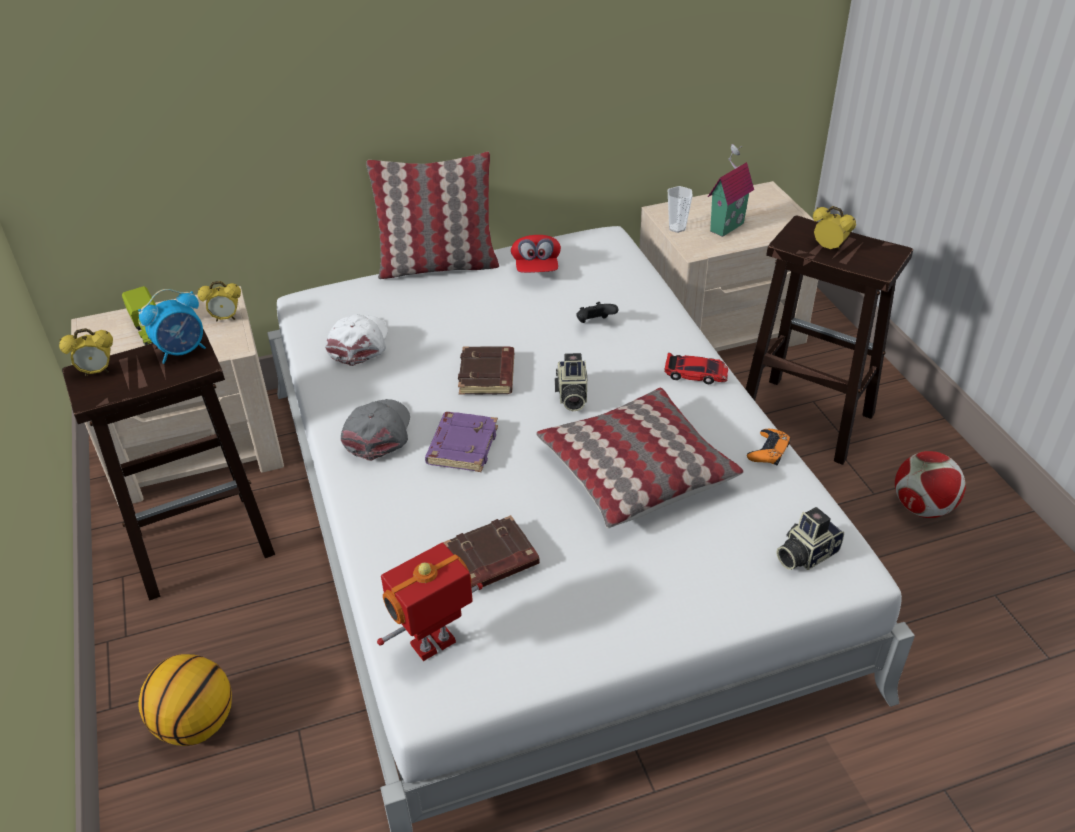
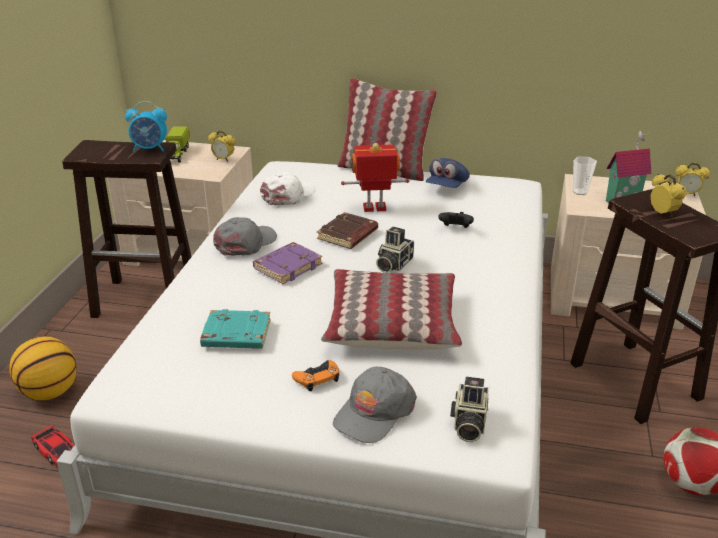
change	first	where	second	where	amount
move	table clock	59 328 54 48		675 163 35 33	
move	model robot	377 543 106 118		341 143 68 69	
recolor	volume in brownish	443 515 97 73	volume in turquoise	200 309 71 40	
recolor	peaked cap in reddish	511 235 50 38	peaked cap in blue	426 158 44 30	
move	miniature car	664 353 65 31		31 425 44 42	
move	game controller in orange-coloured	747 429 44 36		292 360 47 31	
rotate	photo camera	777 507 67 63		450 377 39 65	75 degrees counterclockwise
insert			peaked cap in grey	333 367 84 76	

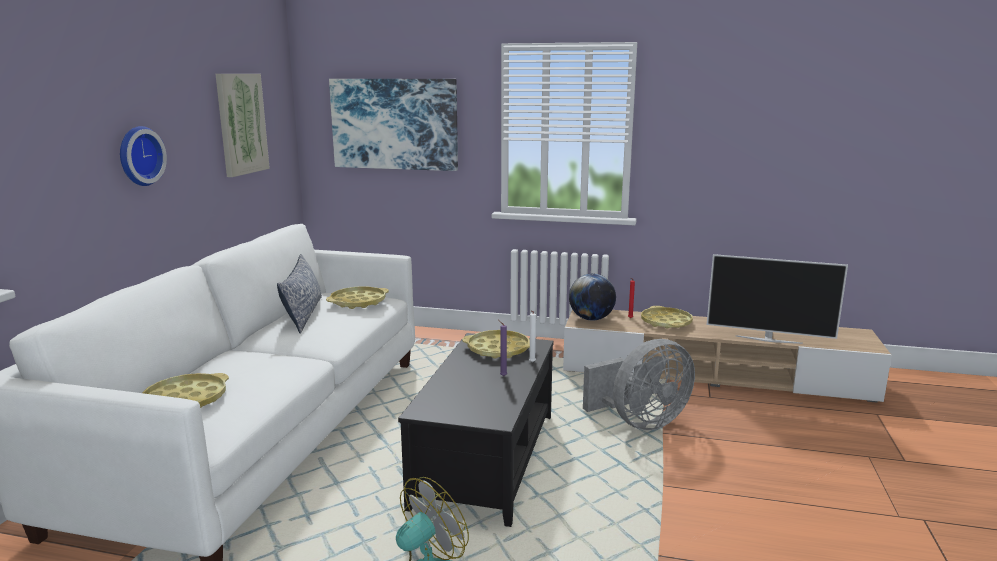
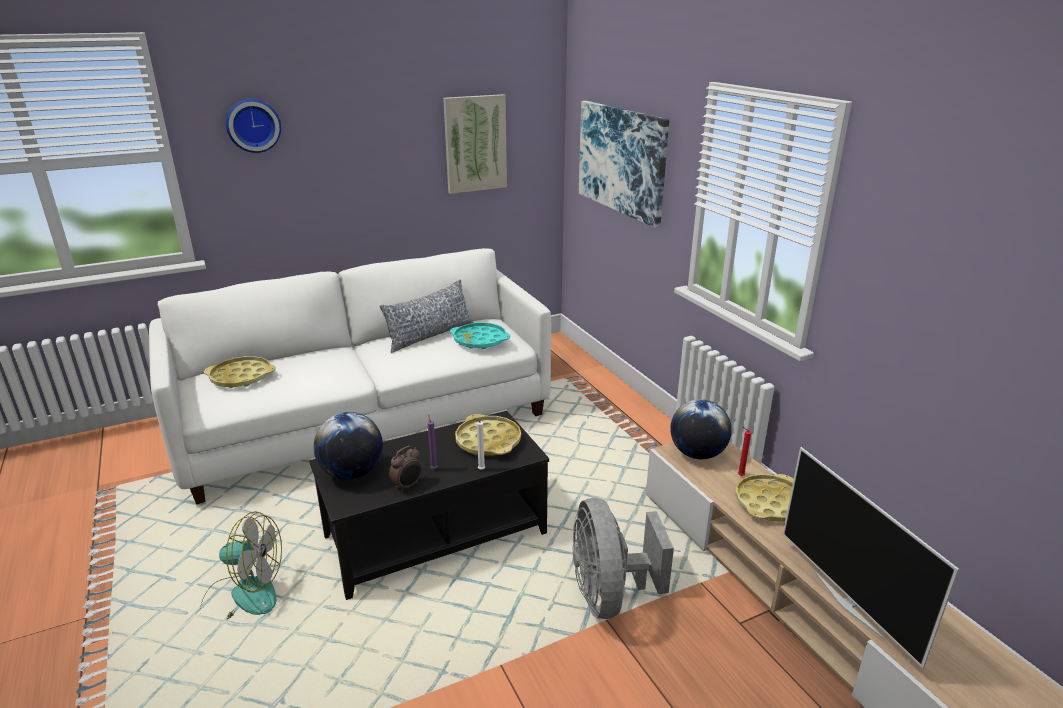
change	first	where	second	where	amount
move	hanging clock	120 126 47 60		226 99 55 54	
recolor	serving tray in yellow-coloured	326 286 63 23	serving tray in turquoise	450 322 60 27	
rotate	electric fan in grey	583 339 112 91		573 498 101 121	60 degrees clockwise
insert			world globe	314 412 69 68	
insert			table clock	389 446 33 46	

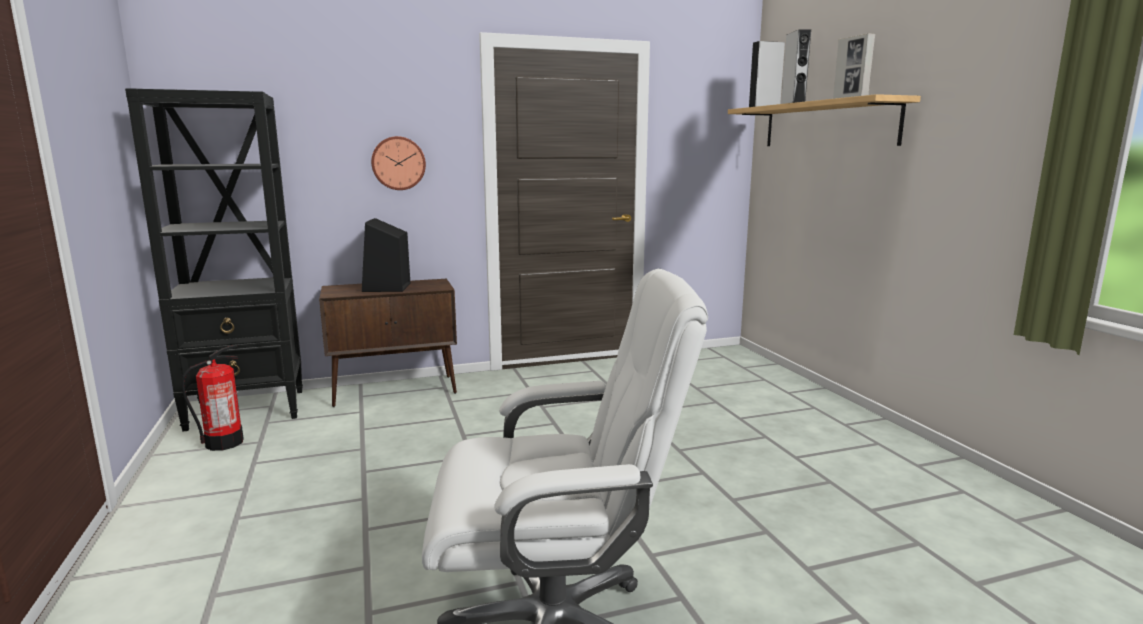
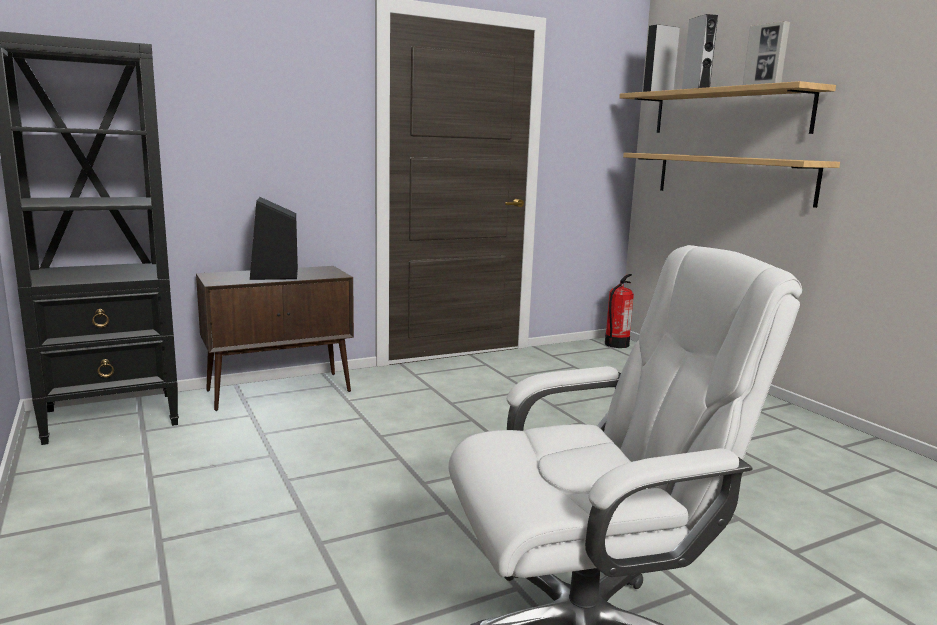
change	first	where	second	where	amount
move	extinguisher	182 345 62 106		605 274 29 74	
delete	hanging clock	371 136 55 54			
insert			bracket shelf	623 153 217 55	

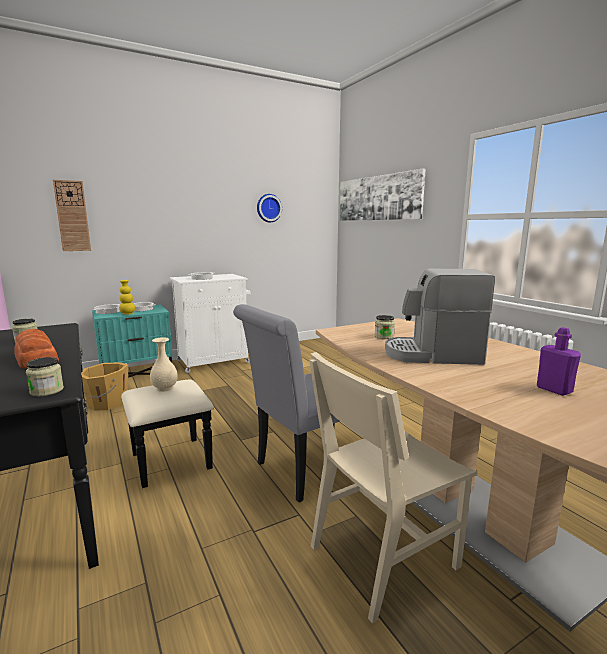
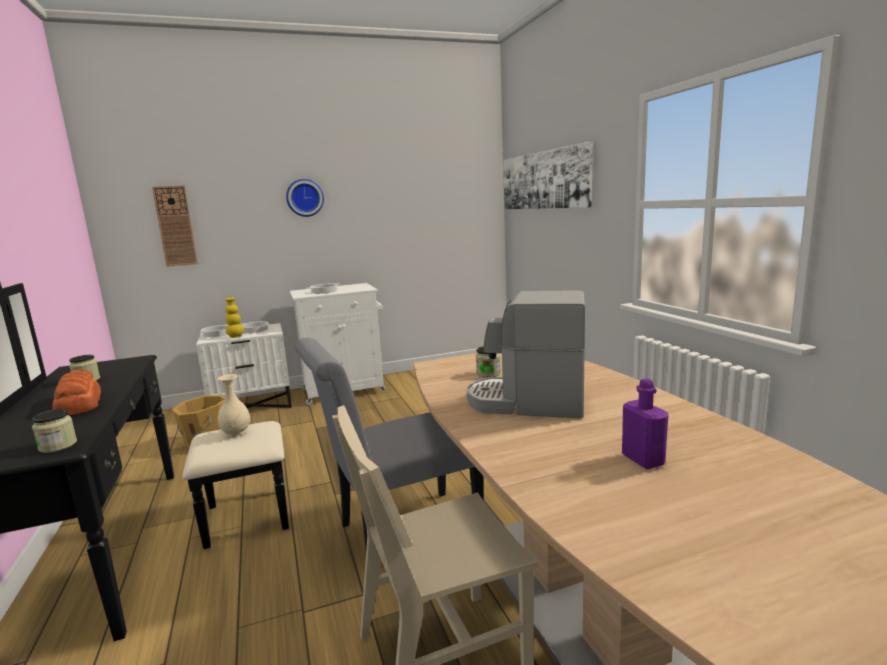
change	first	where	second	where	amount
recolor	night table in turquoise	92 304 81 74	night table in whitish	196 323 96 85	
move	hanging clock	257 194 25 29		286 179 38 38	

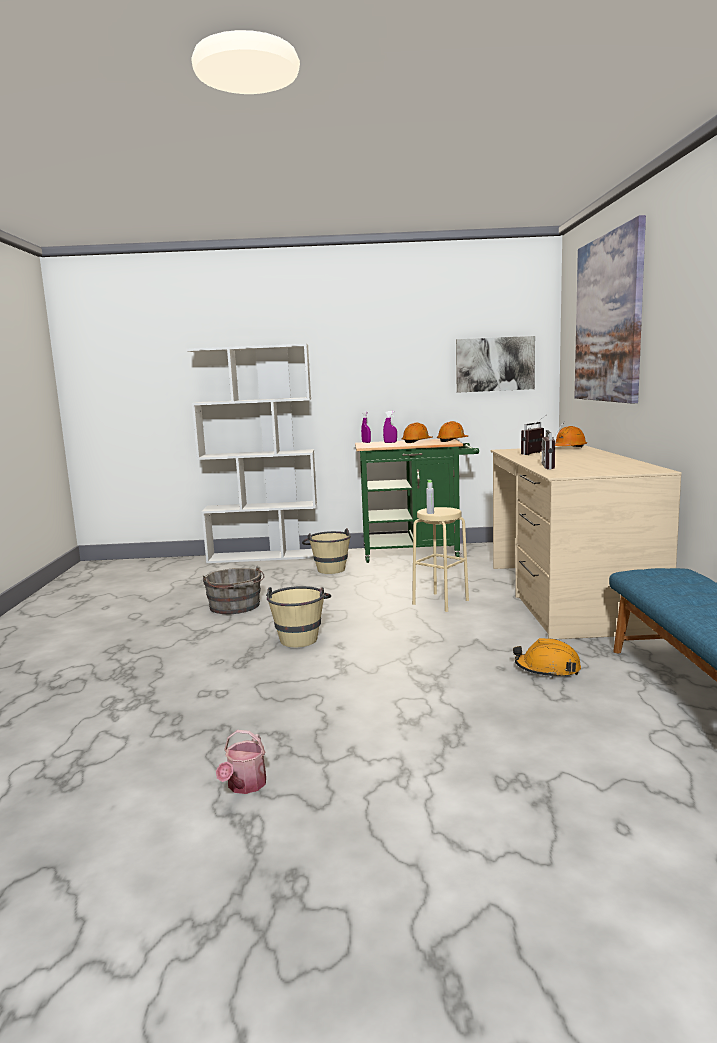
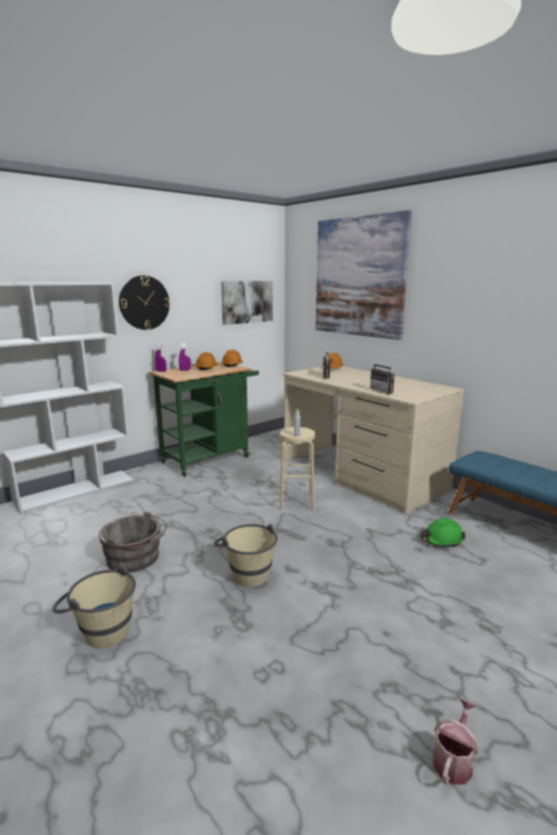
change	first	where	second	where	amount
rotate	watering can	216 730 50 64		433 698 46 87	120 degrees counterclockwise
move	pail in beige	302 528 49 46		52 565 84 83	
recolor	hard hat in orange-coloured	513 638 68 40	hard hat in green	421 518 45 29	
insert			hanging clock	119 275 51 55	

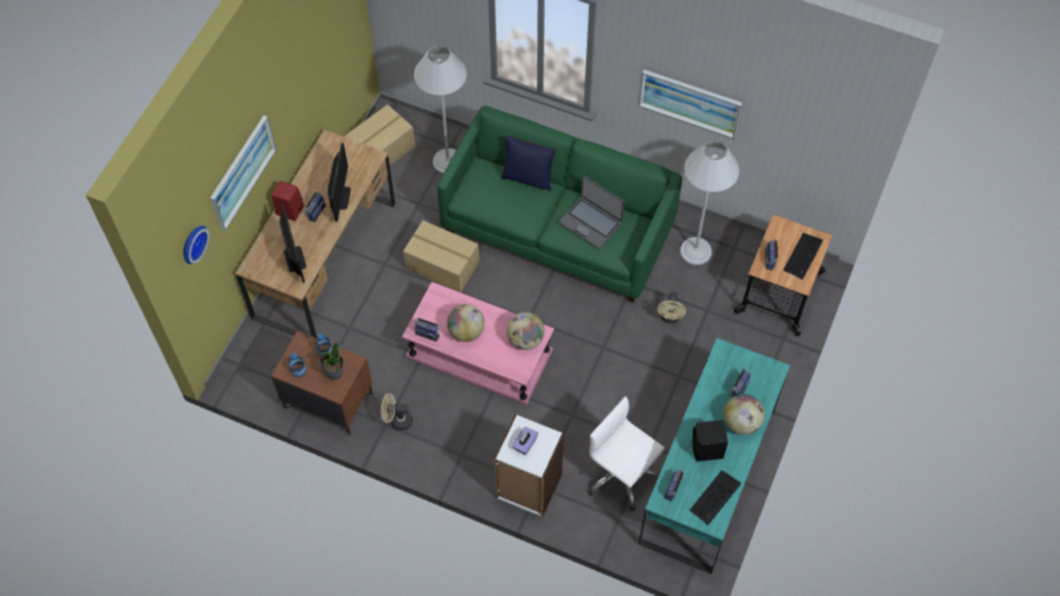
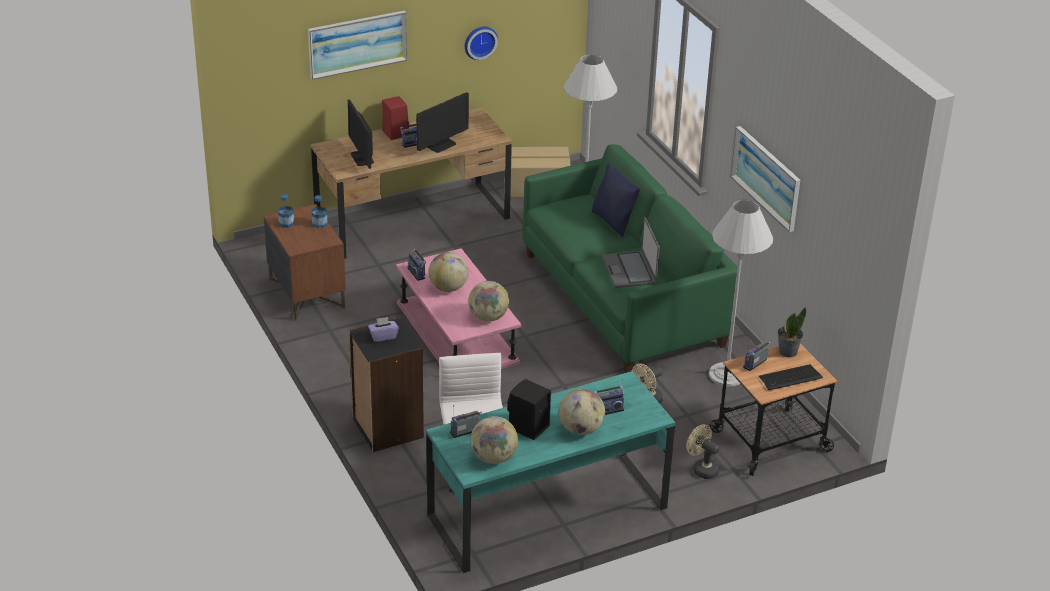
change	first	where	second	where	amount
move	hanging clock	183 226 26 38		465 27 33 33	
rotate	monitor	280 204 26 79		348 99 26 70	135 degrees clockwise
move	plant in a pot	320 342 24 38		778 307 28 51	
move	electric fan in beige	381 393 32 38		686 424 34 55	
delete	carton	403 220 76 73			
recolor	bookshelf in whitish	494 414 70 103	bookshelf in black	349 317 75 135	
replace	computer keyboard	689 470 52 55	world globe	471 416 47 48	

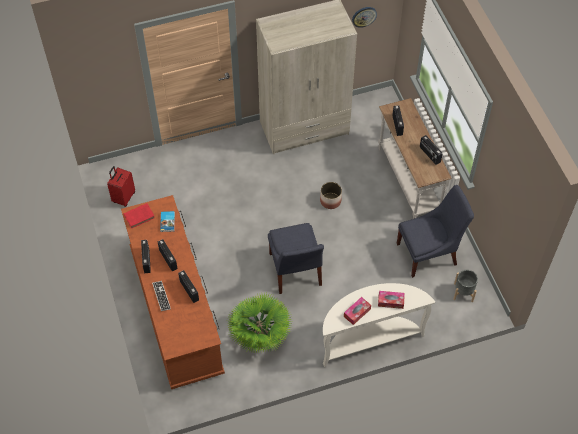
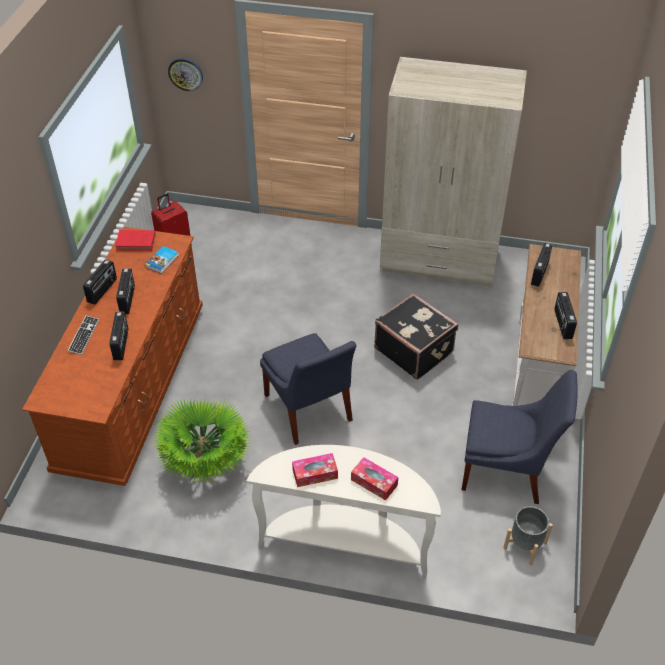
change	first	where	second	where	amount
rotate	upright chair in blue	268 223 56 71		260 333 97 112	45 degrees counterclockwise
replace	flower pot	320 182 22 27	piece of luggage in black	374 293 84 87	
move	hanging clock	352 7 25 21		168 58 35 33	

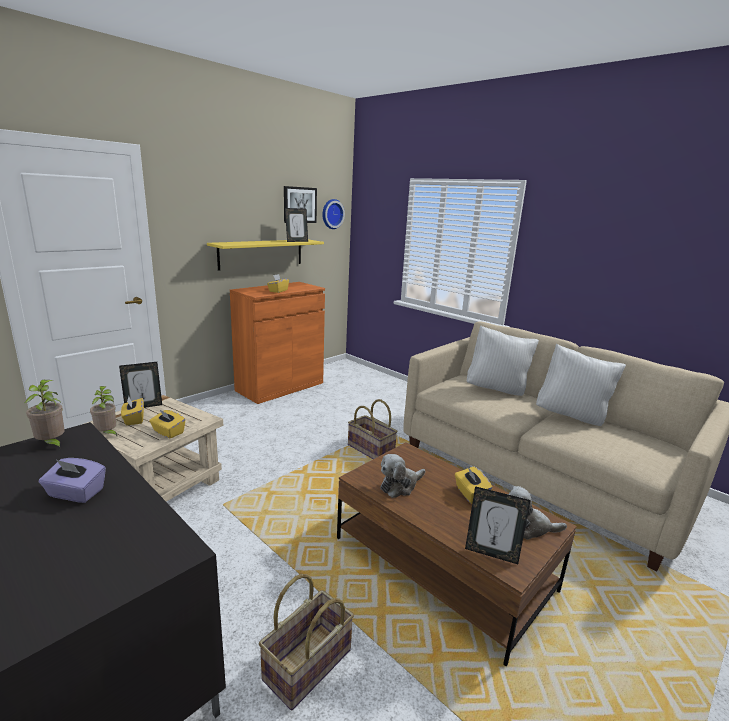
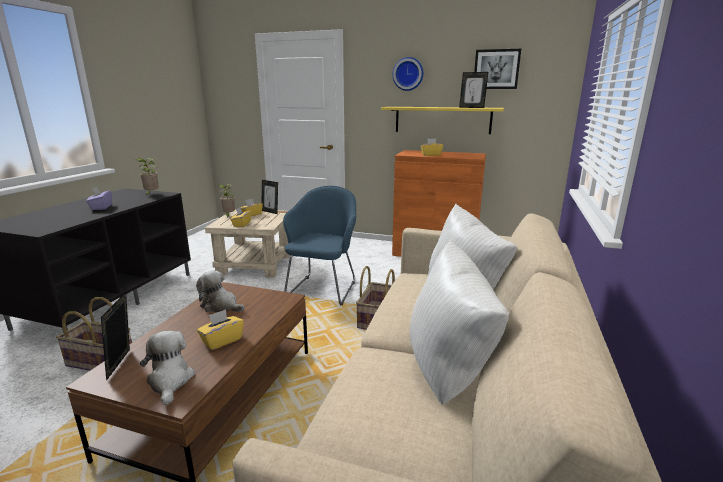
change	first	where	second	where	amount
move	hanging clock	322 199 23 30		393 57 30 34	
insert			armchair in blue	283 186 73 119	

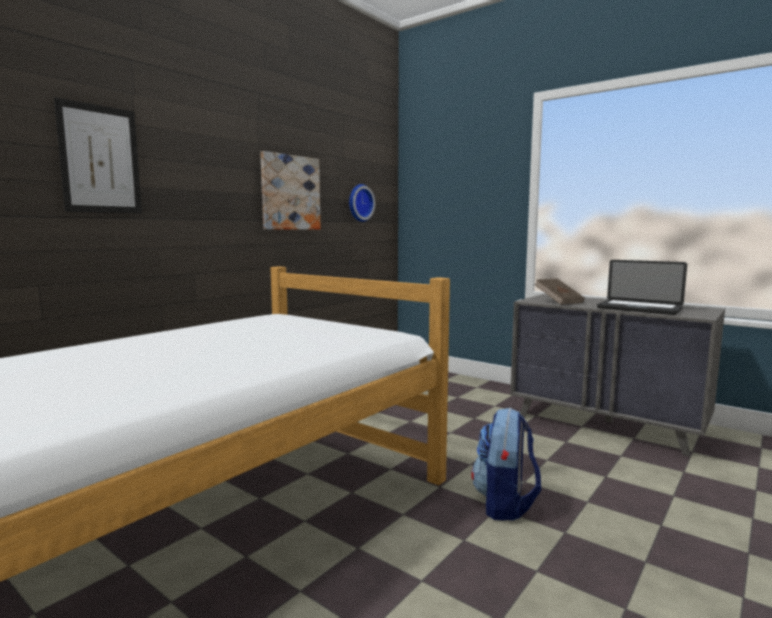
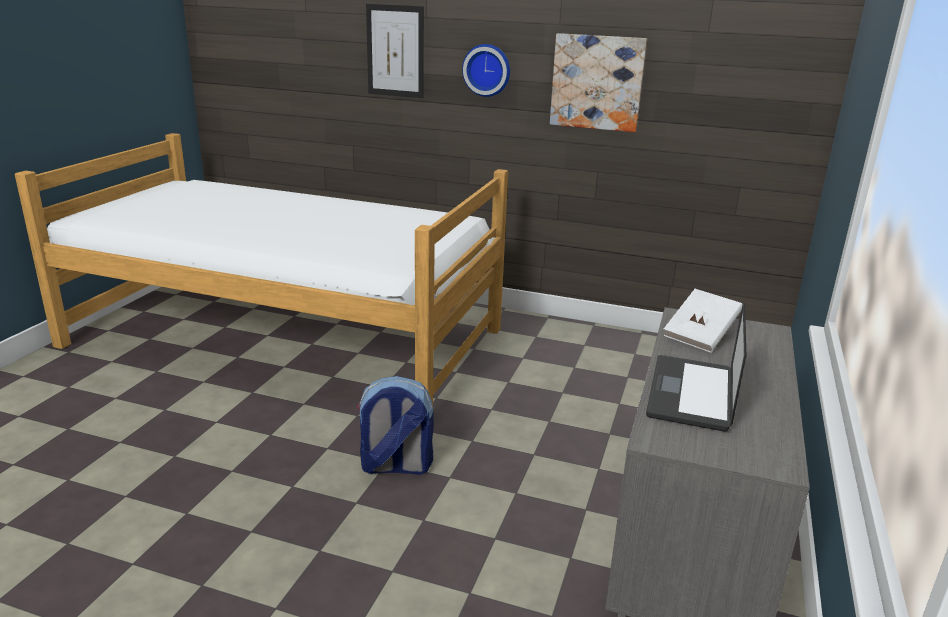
change	first	where	second	where	amount
move	hanging clock	349 184 26 38		462 44 48 53	
recolor	volume in brownish	534 279 51 26	volume in whitish	664 289 79 64	

